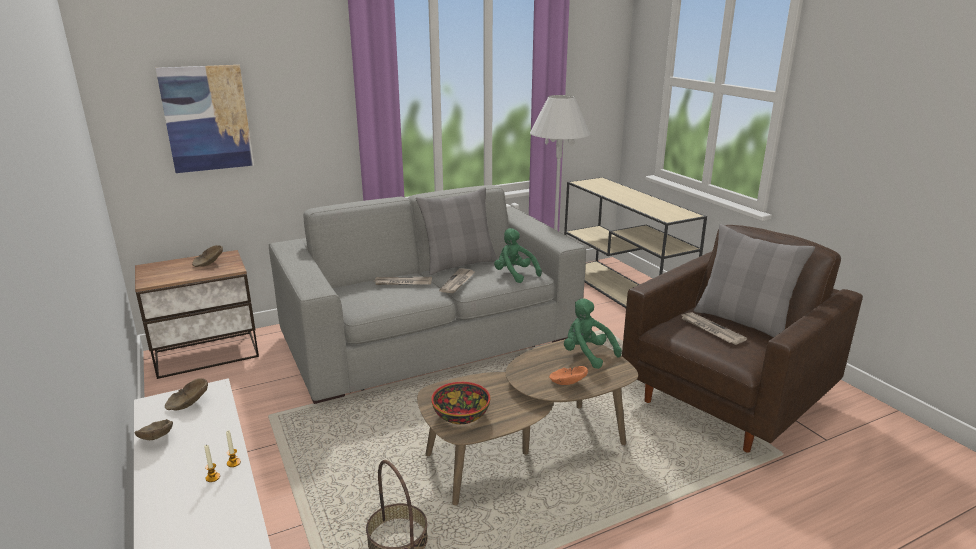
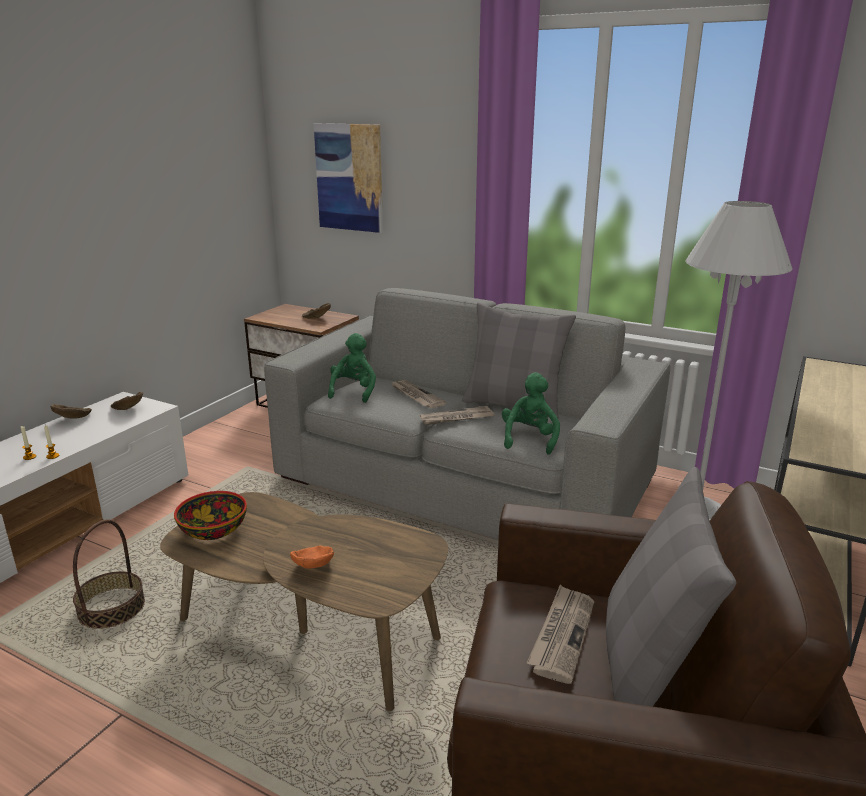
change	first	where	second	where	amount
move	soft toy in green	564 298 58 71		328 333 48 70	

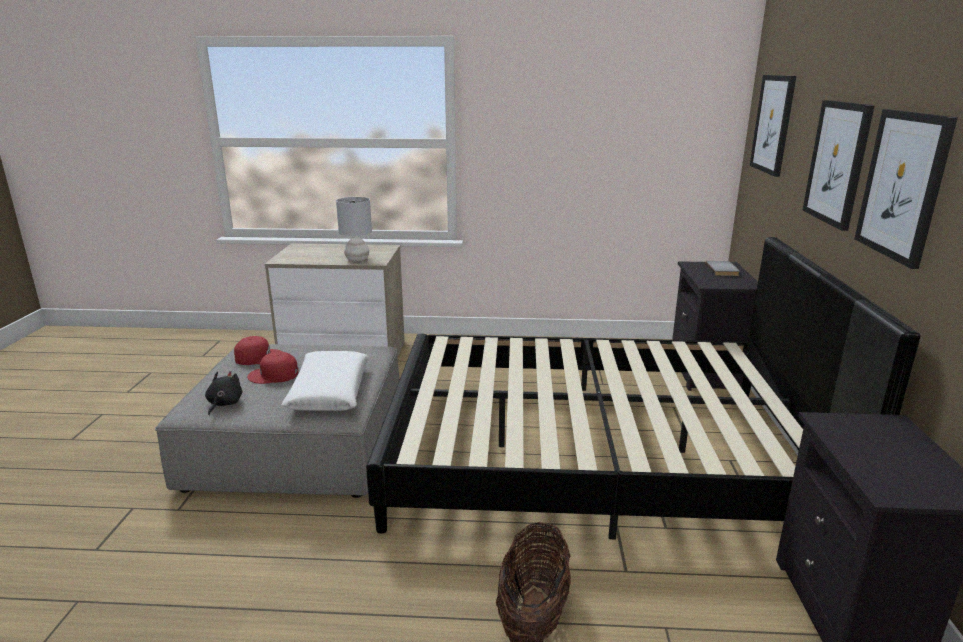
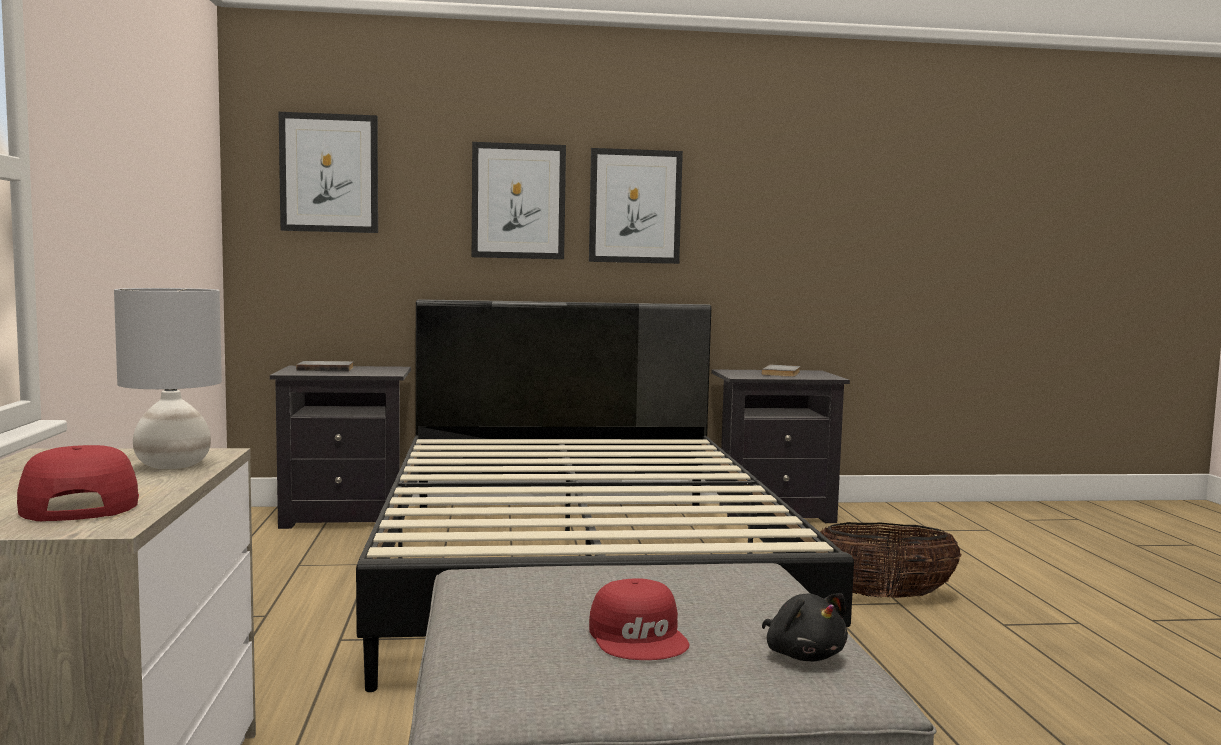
change	first	where	second	where	amount
rotate	soft toy in black	205 371 38 44		762 593 86 68	120 degrees counterclockwise
move	peaked cap in reddish	234 336 47 29		17 445 122 76	
delete	pillow in whitish	281 351 88 60			
insert			volume in grey	761 365 40 12	

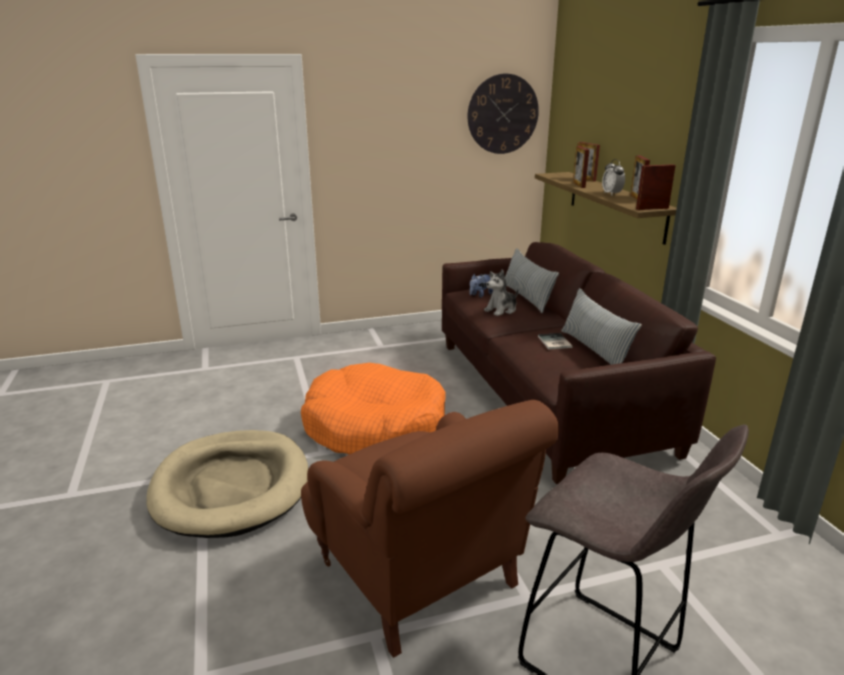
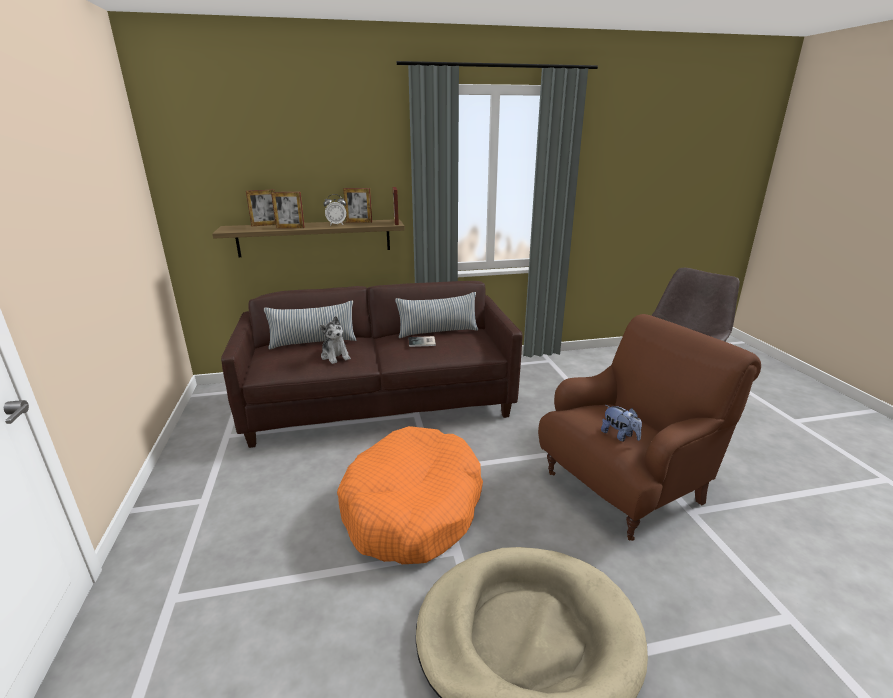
change	first	where	second	where	amount
delete	hanging clock	468 74 71 80			
move	soft toy	469 274 24 24		601 405 41 37	

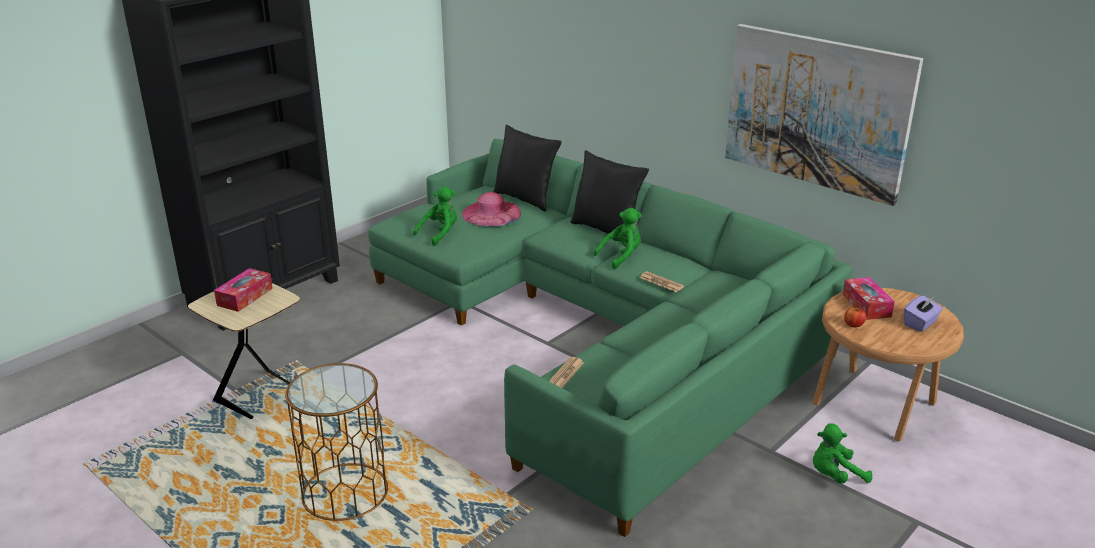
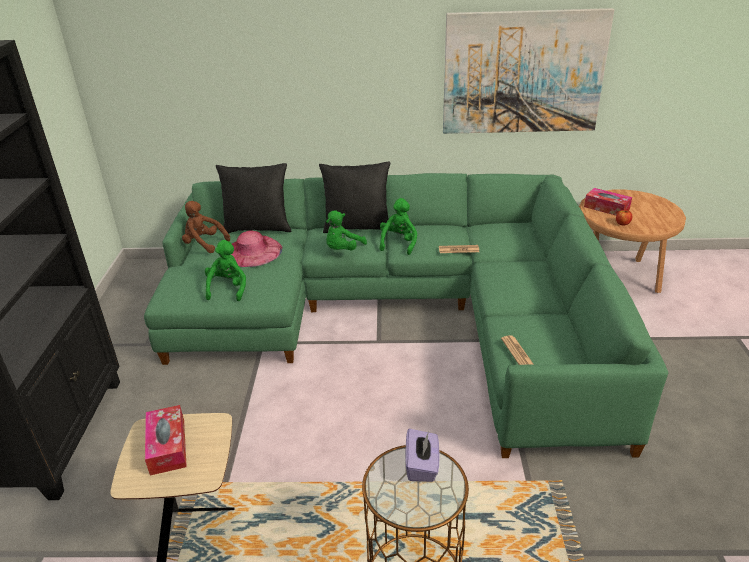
change	first	where	second	where	amount
move	soft toy in green	813 423 59 61		326 210 41 40	
move	box of tissues in purple	904 295 39 37		405 428 35 54	
insert			soft toy in brownish	182 201 48 52	

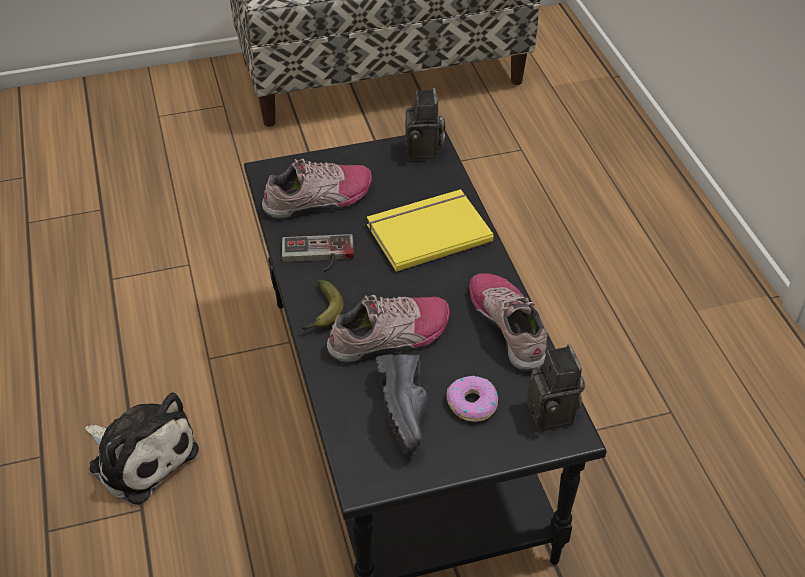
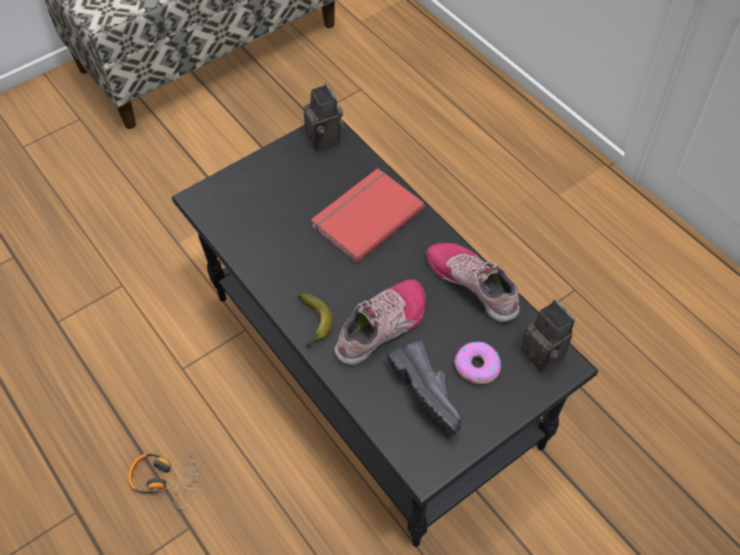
change	first	where	second	where	amount
replace	soft toy	85 392 114 113	headset	129 452 70 56	
delete	shoe	262 159 110 60			
delete	game controller	282 234 72 38			
recolor	volume in yellow-coloured	367 189 127 83	volume in reddish	311 168 114 96	

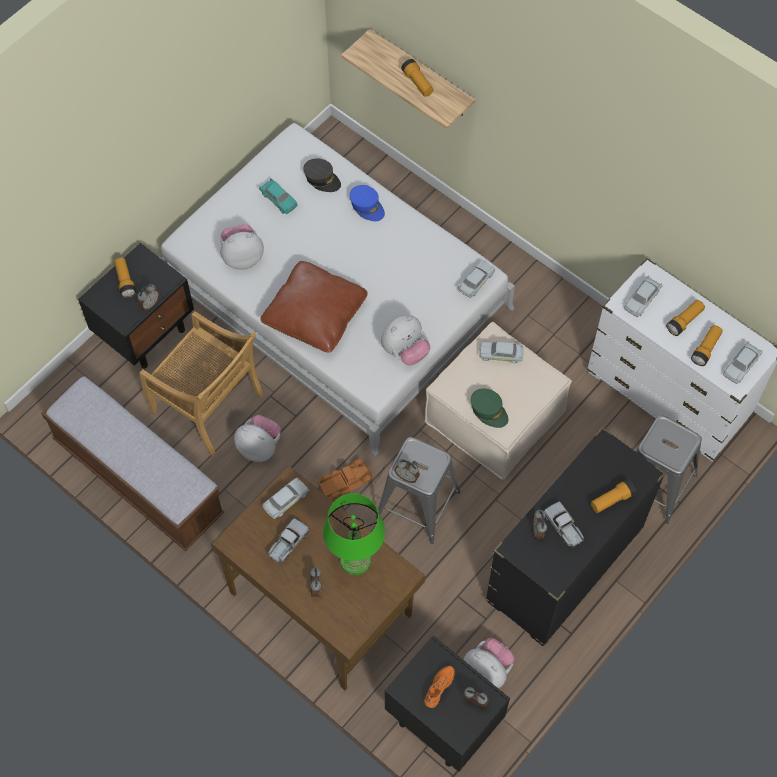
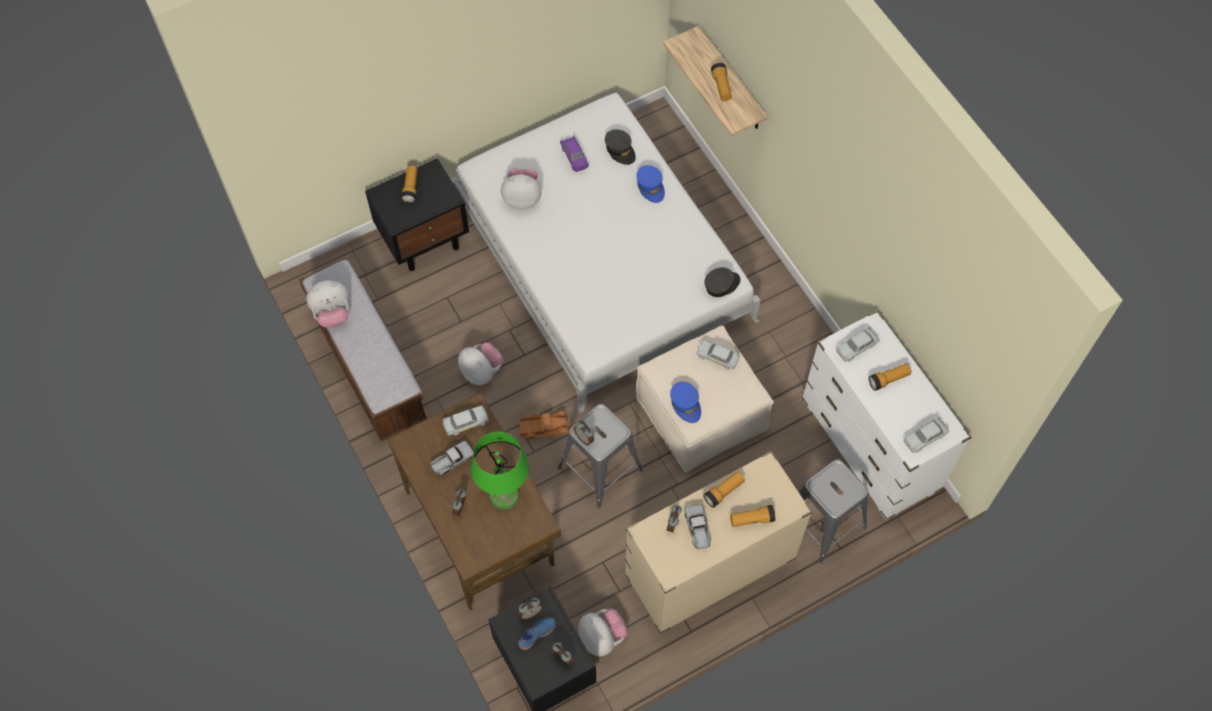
change	first	where	second	where	amount
move	table clock	137 284 23 26		518 598 25 22	
delete	upright chair in beige	139 311 125 145			
recolor	miniature car in turquoise	259 178 39 36	miniature car in purple	560 136 29 36	
delete	pillow in brownish	260 261 108 92			
move	soft toy	381 315 49 50		306 280 43 48	
recolor	shoe in orange-coloured	425 666 30 42	shoe in blue	518 617 38 33	
replace	miniature car in whitish	458 260 37 38	peaked cap in grey	704 267 36 30	
recolor	peaked cap in green	471 389 37 39	peaked cap in blue	670 382 31 41	
recolor	drawer chest in black	485 427 181 219	drawer chest in beige	625 451 187 183	
move	hand torch	691 325 32 41		703 471 42 37	

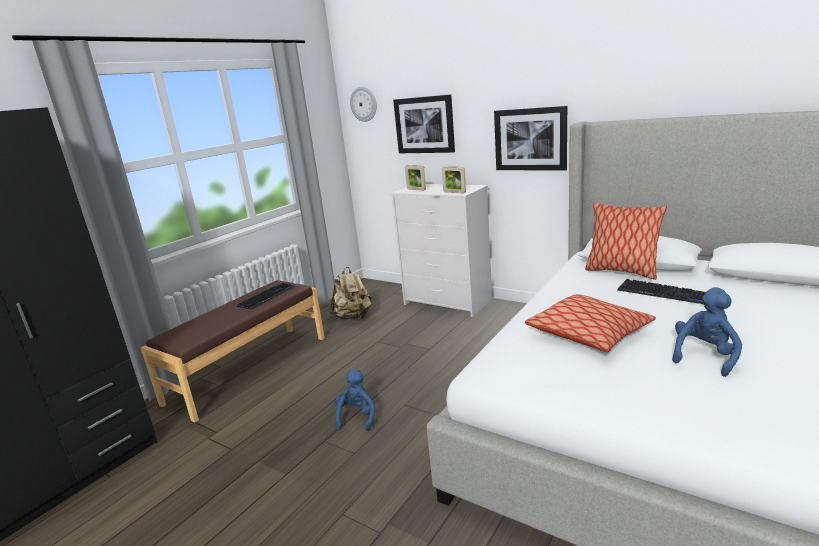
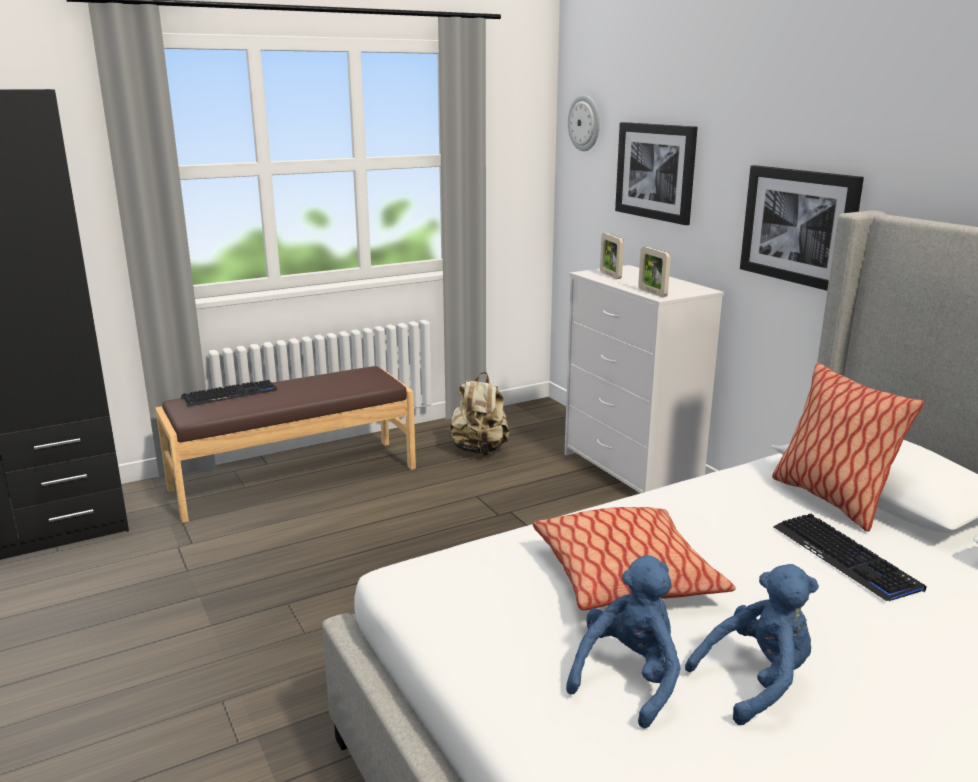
change	first	where	second	where	amount
move	computer keyboard	237 283 58 27		181 380 97 27	
move	soft toy in blue	335 369 40 62		566 555 115 174	

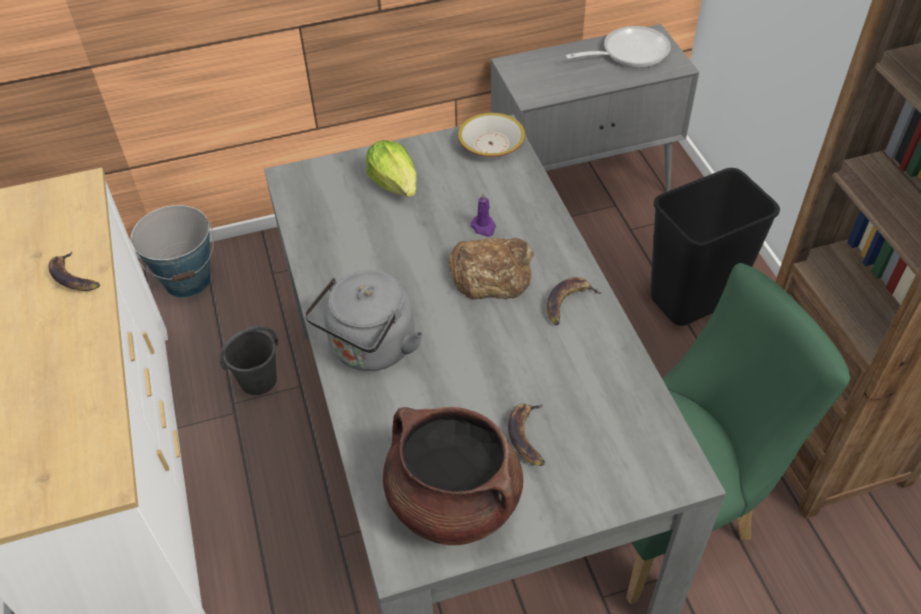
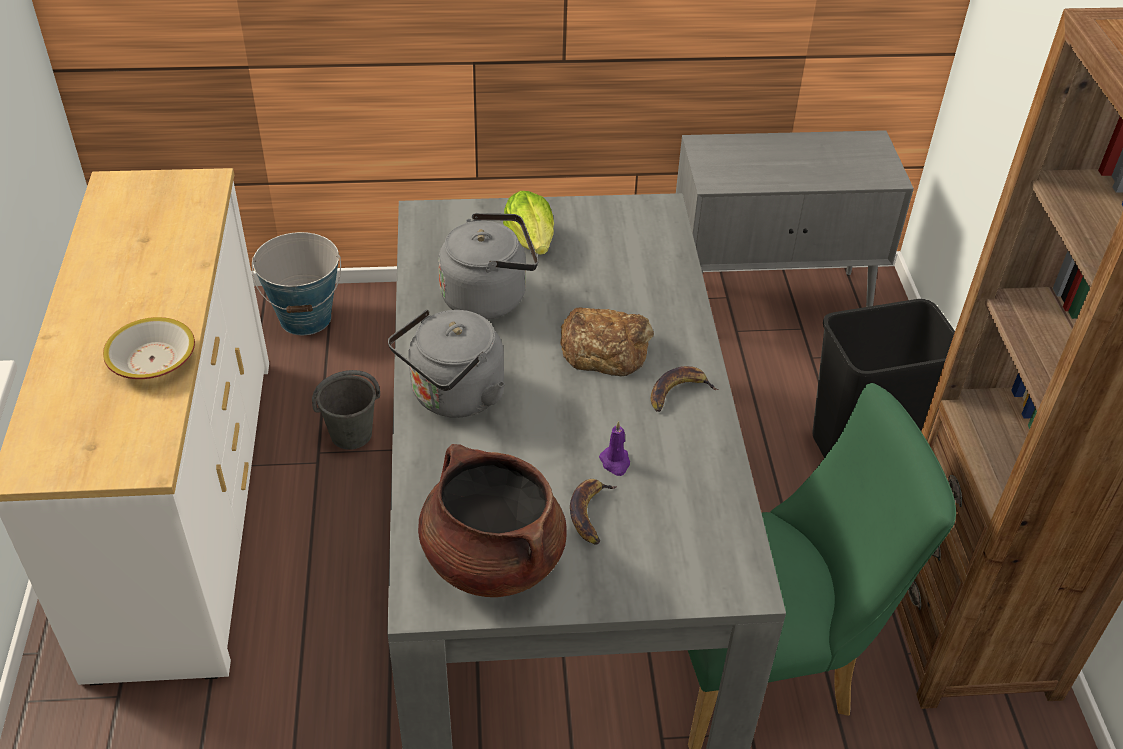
change	first	where	second	where	amount
delete	whole banana	49 251 51 40			
move	deep dish	458 113 67 44		103 317 92 62	
move	wax light in purple	470 192 26 45		599 421 31 55	
delete	frying pan	565 26 106 42			
insert			kettle in grey	438 213 100 106	

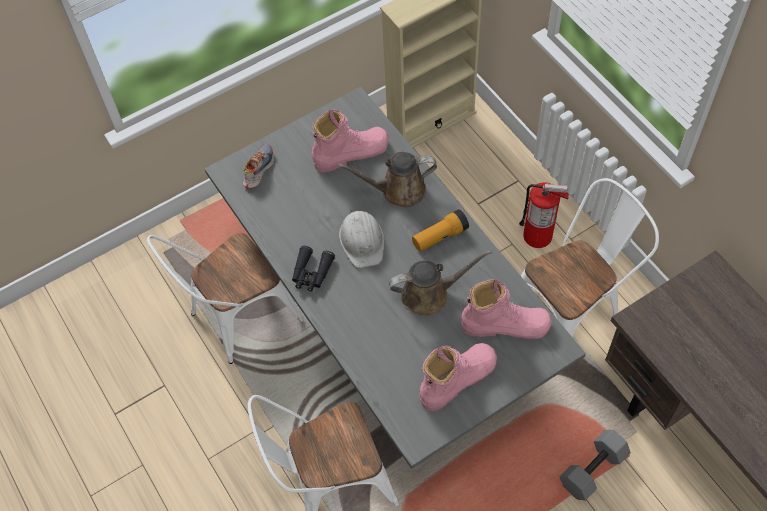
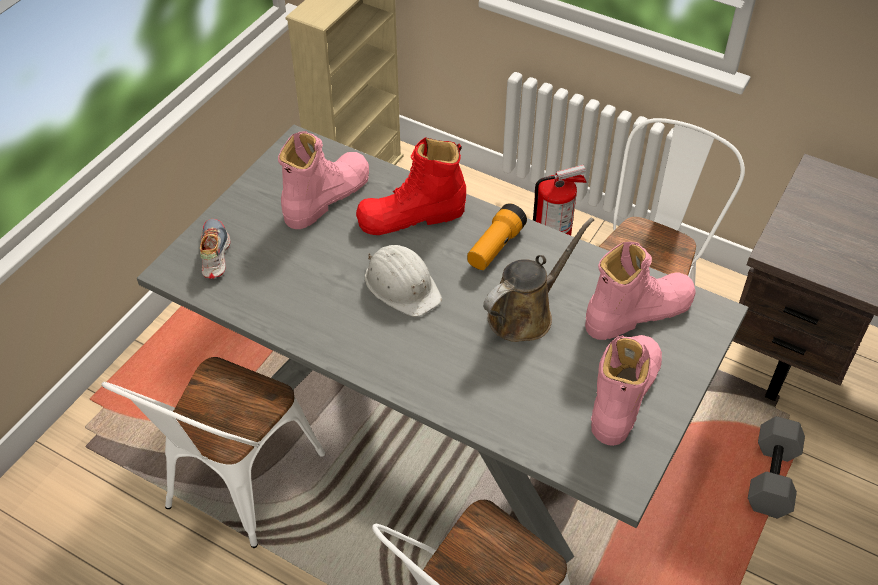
change	first	where	second	where	amount
delete	field glasses in black	292 246 43 46			
replace	watering can in brownish	338 152 99 55	boot in reddish	356 137 110 98	

